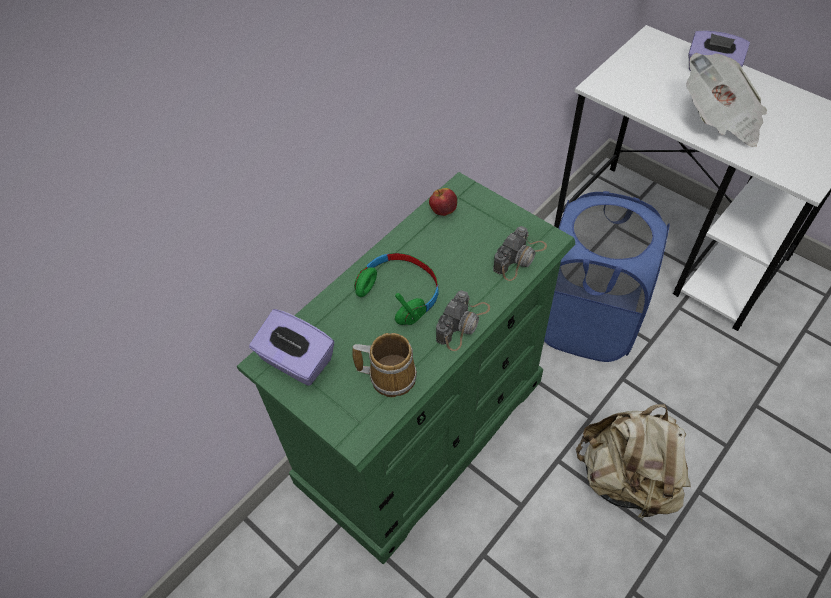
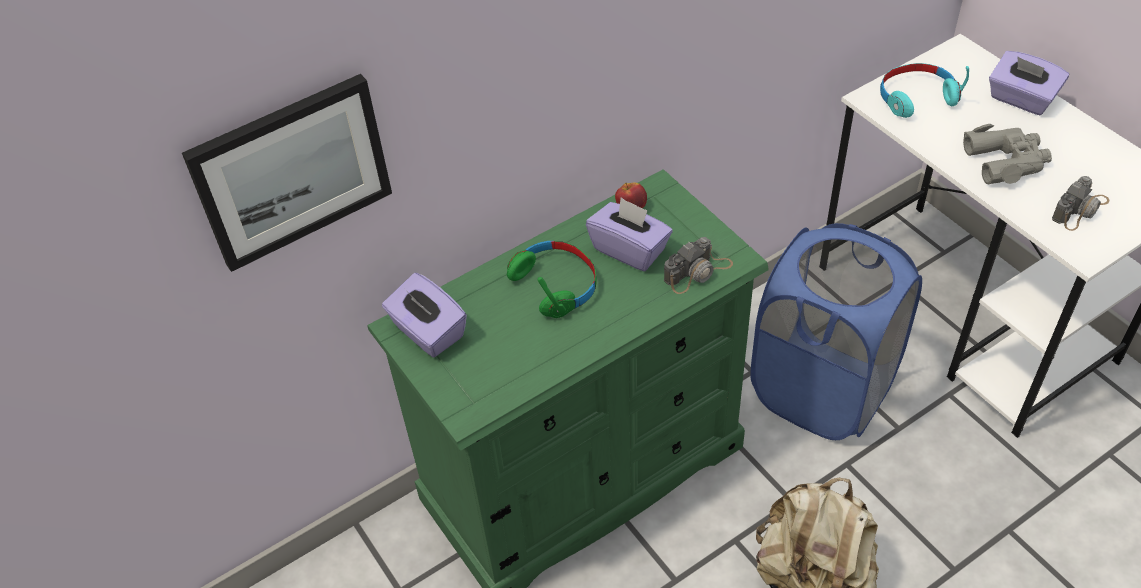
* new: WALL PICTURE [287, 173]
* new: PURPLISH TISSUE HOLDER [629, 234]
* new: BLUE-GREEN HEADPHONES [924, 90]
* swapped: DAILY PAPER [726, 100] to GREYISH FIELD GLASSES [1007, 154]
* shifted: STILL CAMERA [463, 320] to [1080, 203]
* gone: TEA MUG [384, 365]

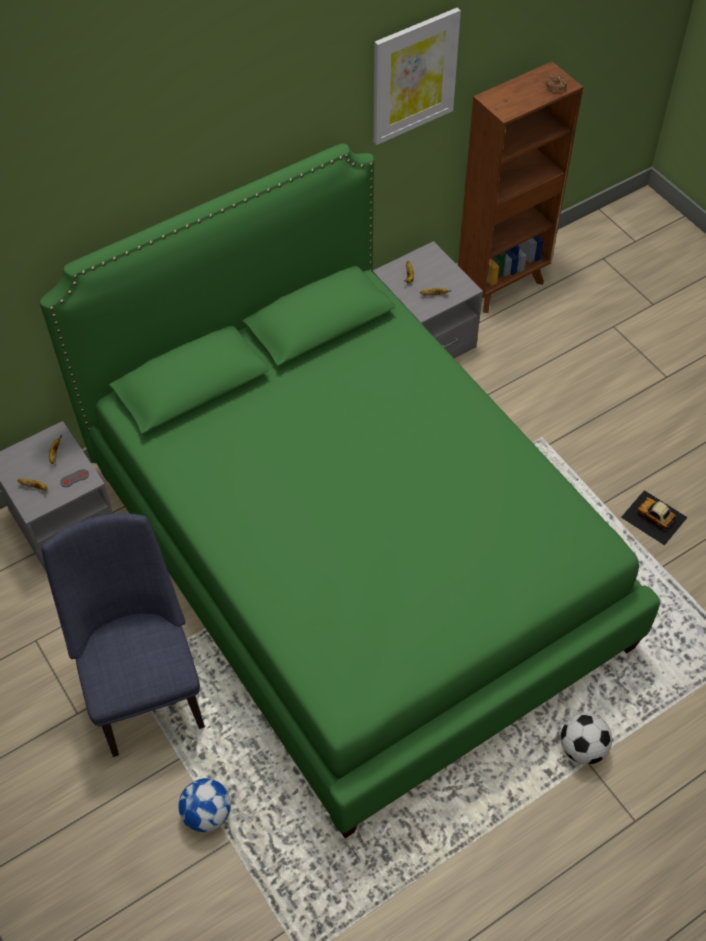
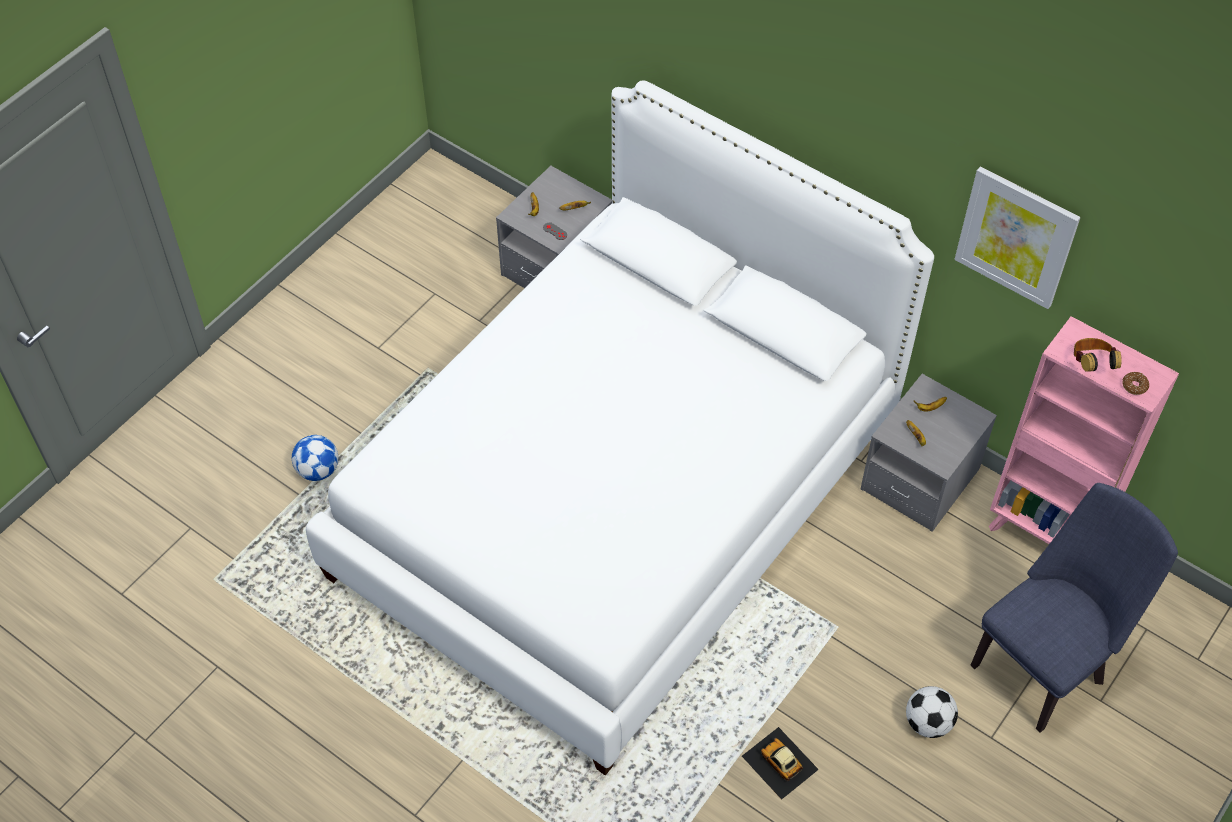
* repainted: GREENISH BED [350, 491] to WHITE BED [620, 428]
* rotated: MINIATURE CAR [654, 518] = [780, 763] 60 degrees counterclockwise
* shifted: BALL FOR FOOTBALL [586, 738] to [932, 712]
* shifted: BLUISH UPRIGHT CHAIR [123, 635] to [1074, 608]
* repainted: BROWNISH SHELVING UNIT [520, 187] to PINK SHELVING UNIT [1084, 430]
* new: HEADPHONES [1098, 355]

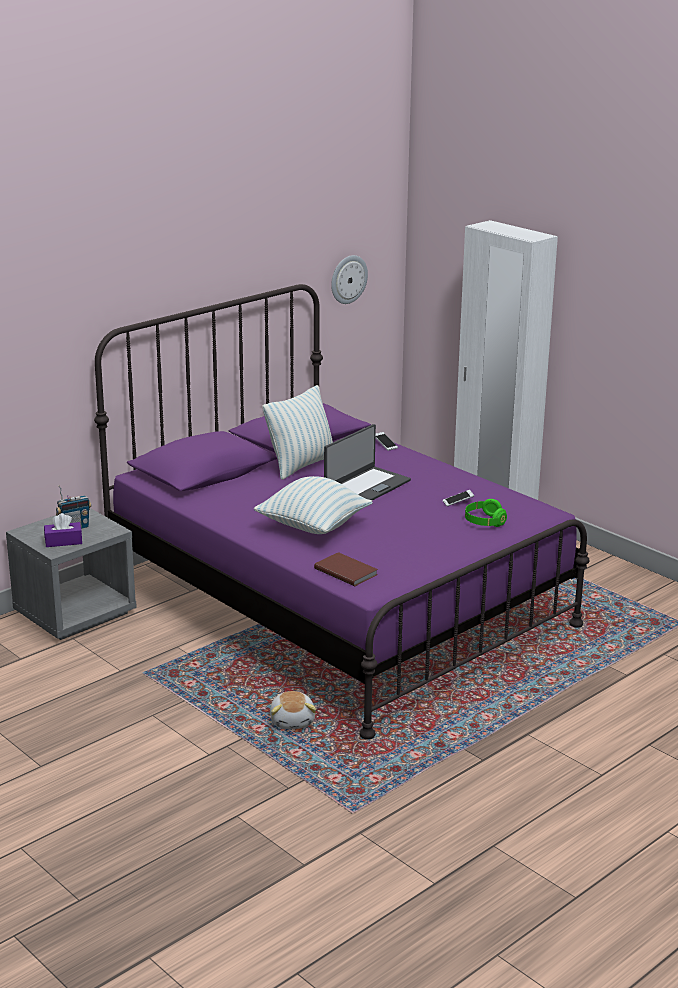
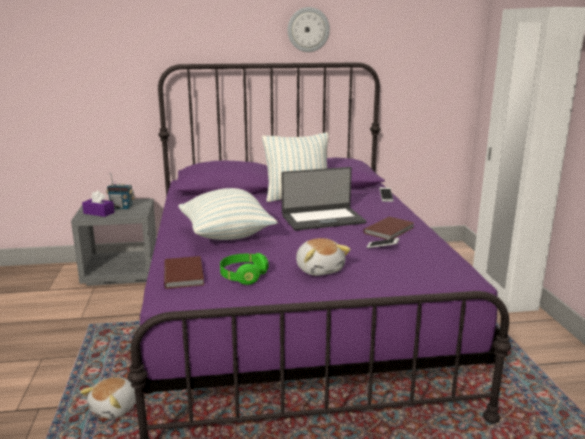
* shifted: GREENISH HEADPHONES [486, 513] to [244, 269]
* shifted: CLOCK ON THE WALL [349, 279] to [308, 29]
* new: SOFT TOY [323, 257]
* new: BROWNISH VOLUME [389, 228]

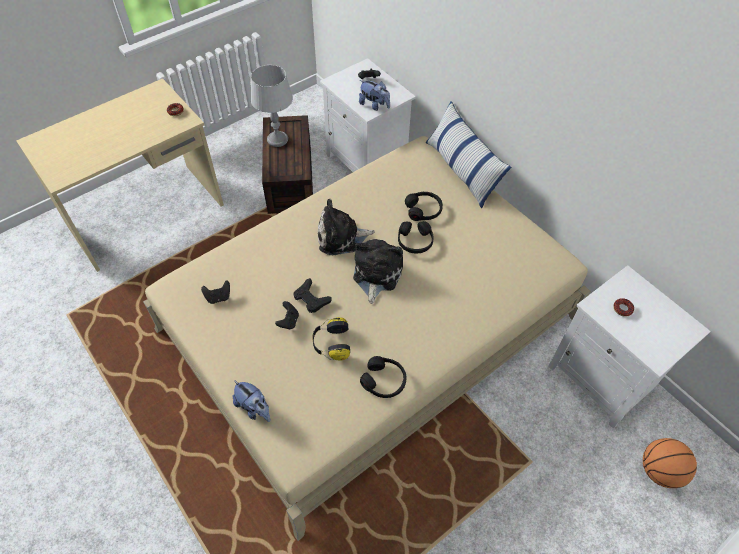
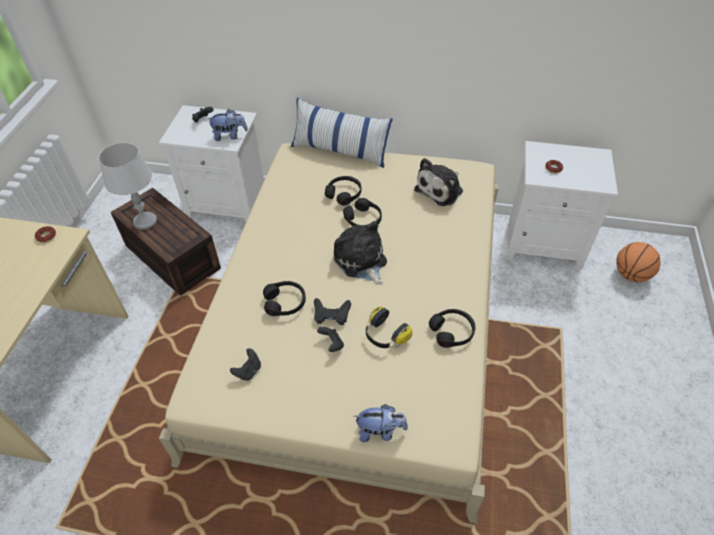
* new: BLACK-COLOURED HEADPHONES [284, 298]
* shifted: SOFT TOY [346, 227] to [438, 182]

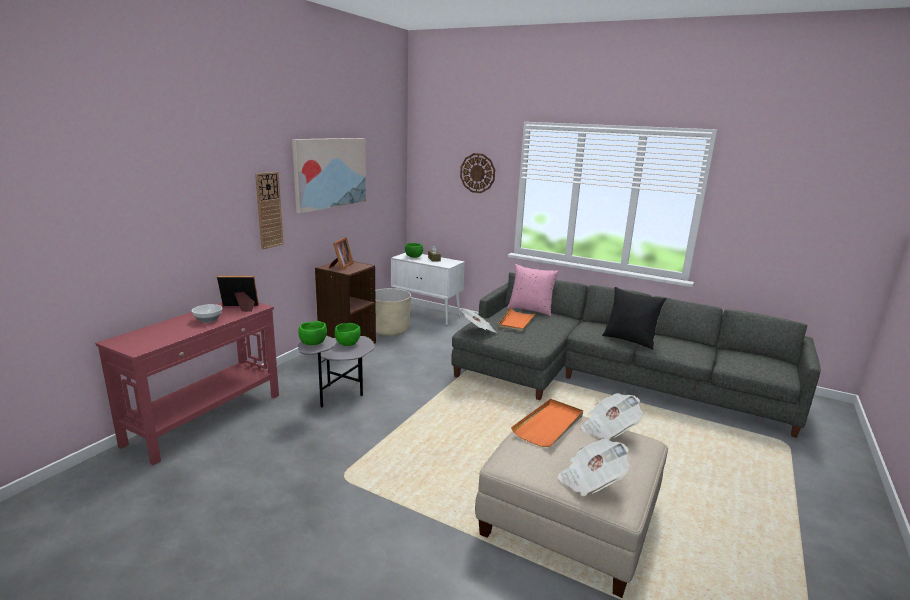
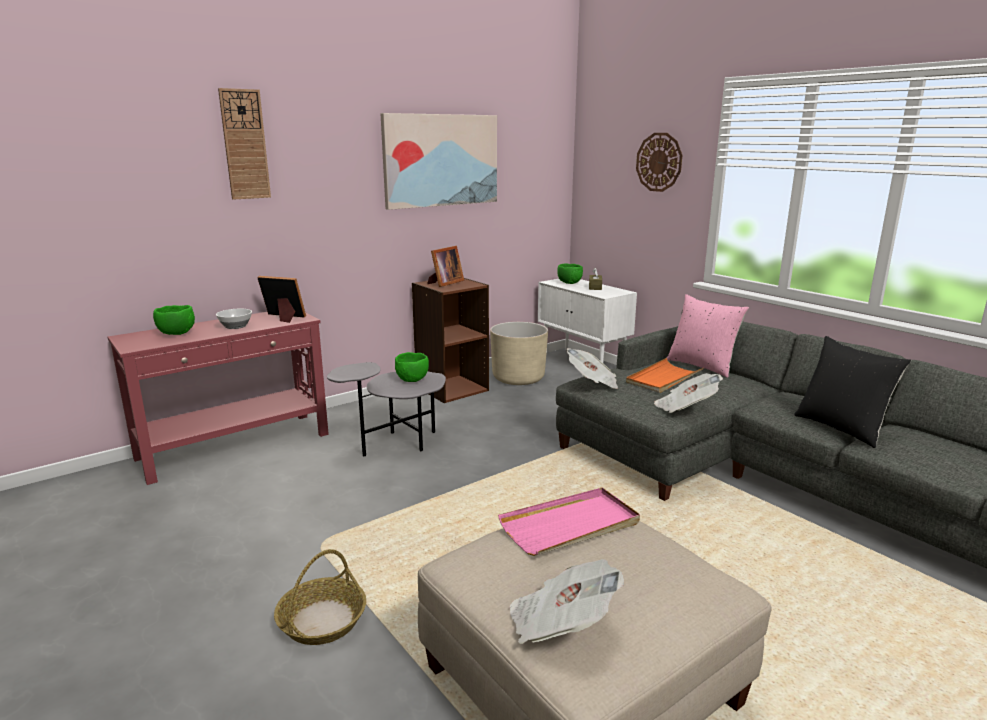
* shifted: GREENISH SERVING BOWL [312, 333] to [174, 320]
* shifted: CLOCK ON THE WALL [269, 210] to [244, 144]
* new: STORAGE BASKET [320, 597]
* repainted: ORANGE CARRYING TRAY [547, 423] to PINK CARRYING TRAY [569, 522]
* shifted: DAILY PAPER [612, 416] to [688, 393]

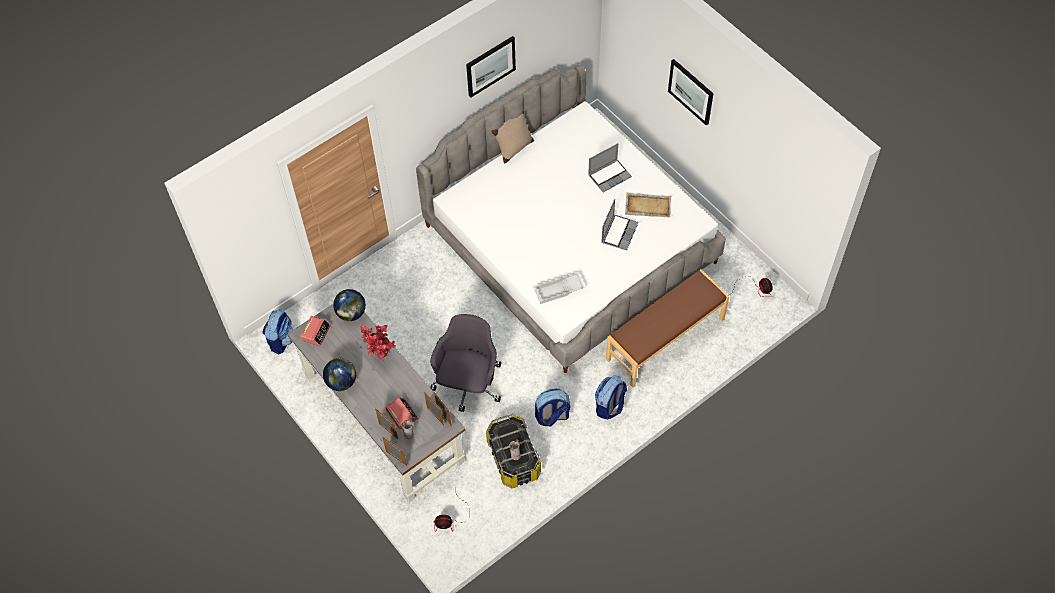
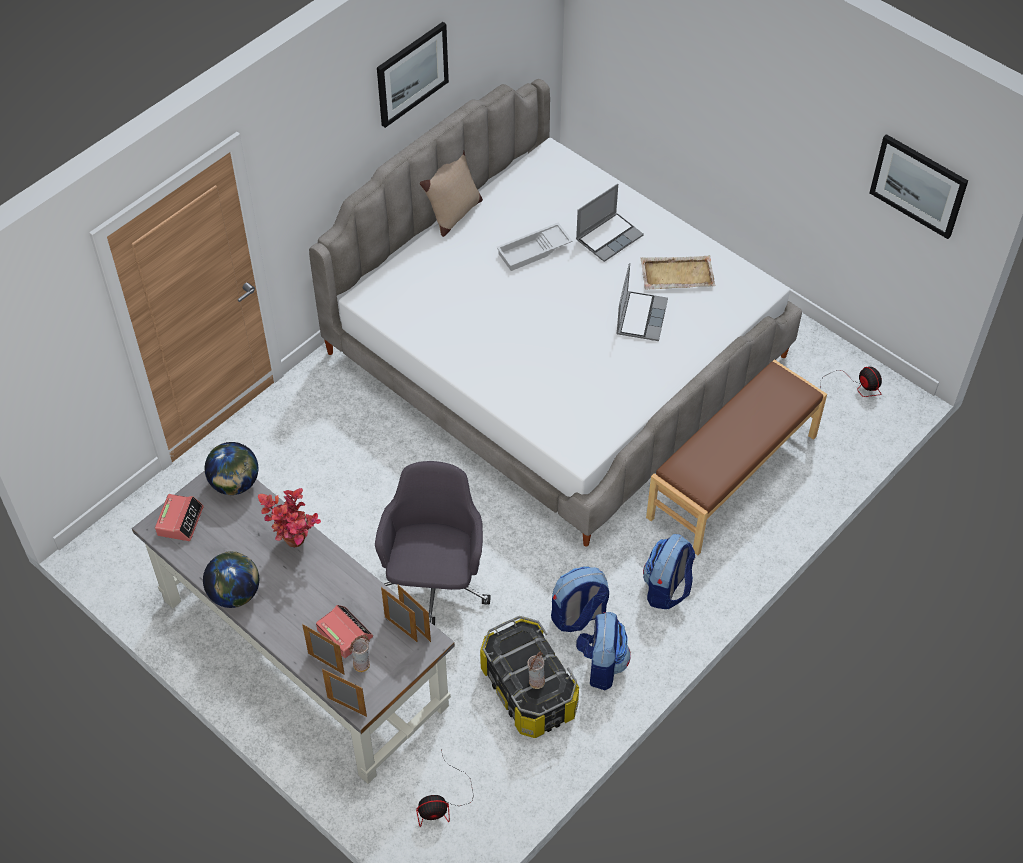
* shifted: WHITE CARRYING TRAY [559, 288] to [534, 247]
* shifted: BACKPACK [278, 332] to [603, 651]
* shifted: WALL PICTURE [691, 92] to [919, 186]

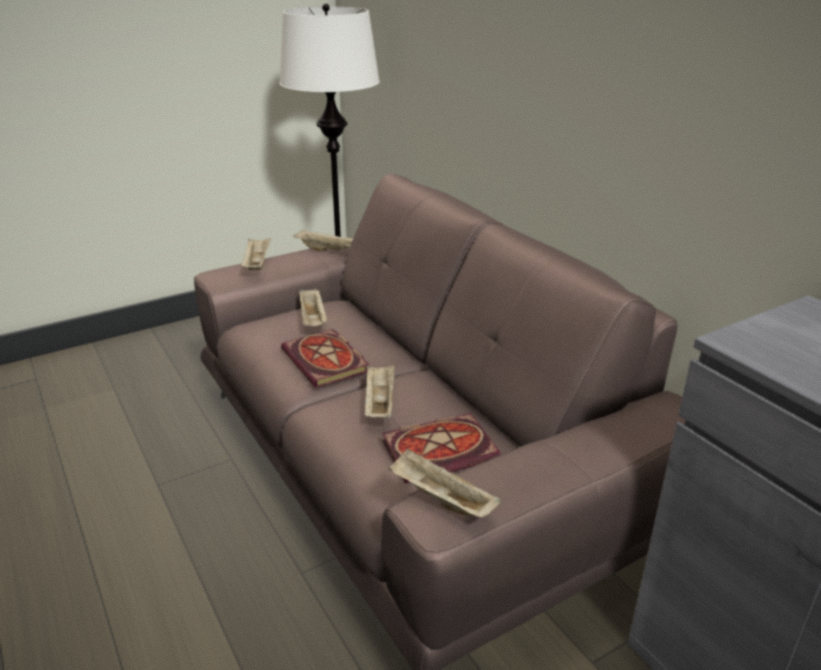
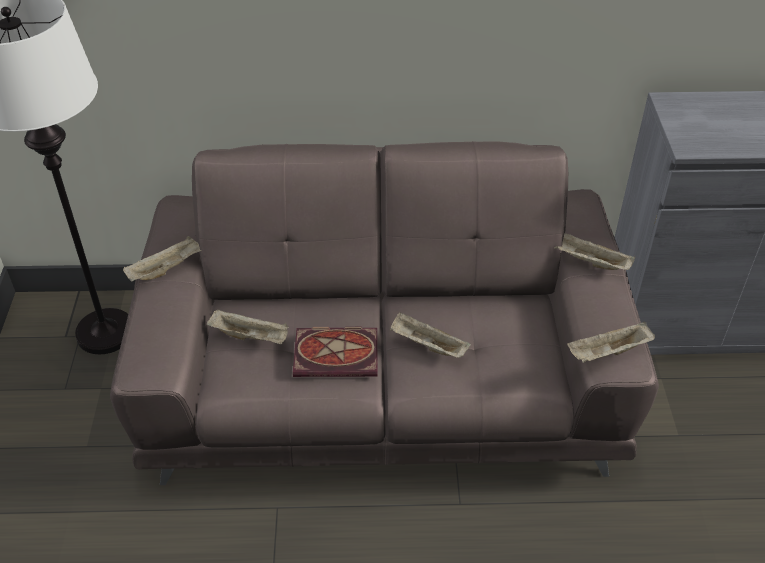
* shifted: BEIGE-COLOURED CARRYING TRAY [256, 254] to [594, 251]
* gone: VOLUME [441, 448]

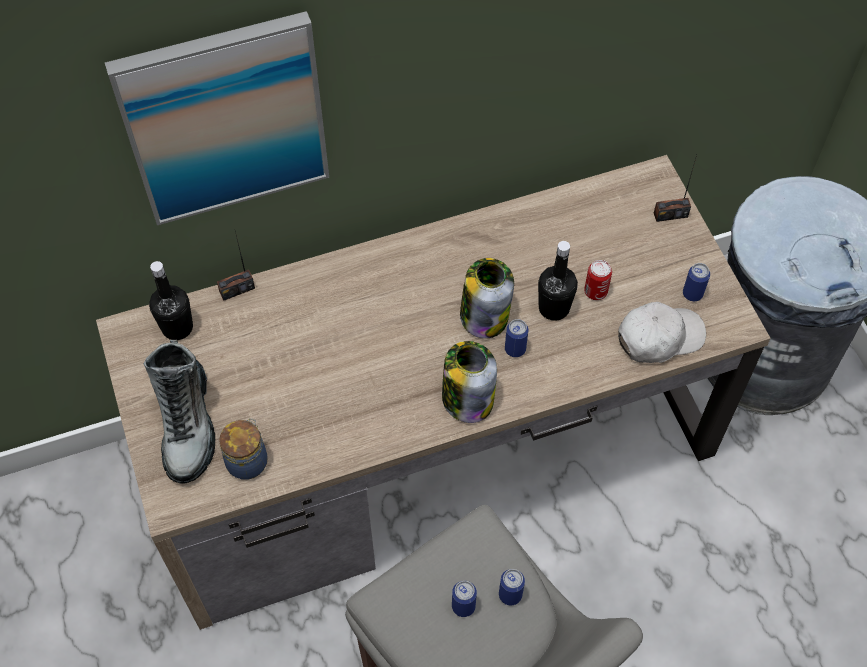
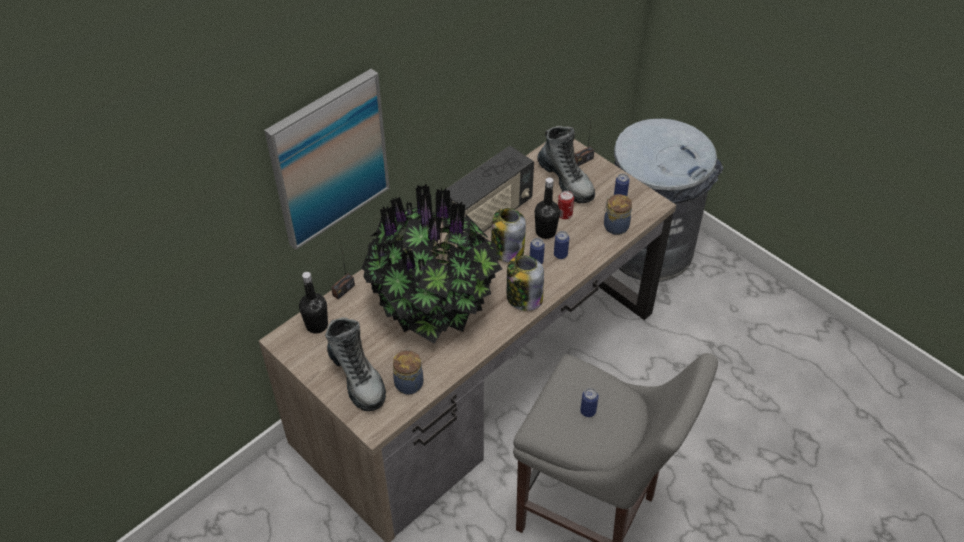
* new: POTTED PLANT [431, 263]
* new: RADIO SET [489, 190]
* new: TALL BOOT [566, 164]
* shifted: METAL CAN [512, 587] to [561, 245]
* swapped: WHITE BASEBALL CAP [662, 332] to PRESERVE JAR [618, 214]

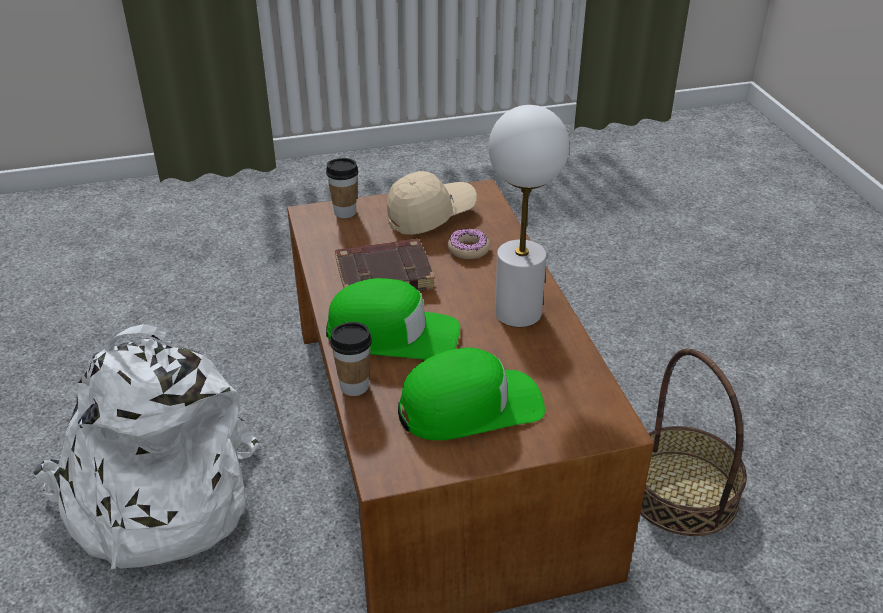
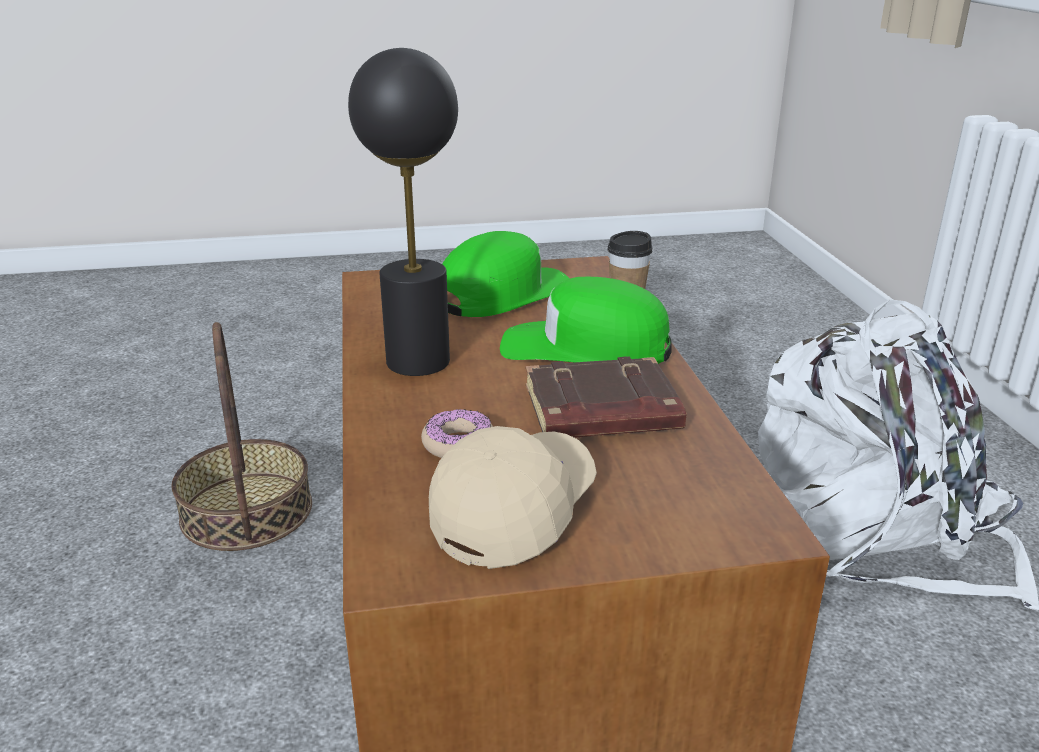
* repainted: WHITE TABLETOP LAMP [528, 216] to BLACK-COLOURED TABLETOP LAMP [403, 212]
* rotated: BEIGE-COLOURED BASEBALL CAP [432, 203] = [513, 497] 150 degrees clockwise
* rotated: GREENISH BASEBALL CAP [471, 393] = [506, 274] 150 degrees clockwise
* gone: SMALL CUP [342, 188]

